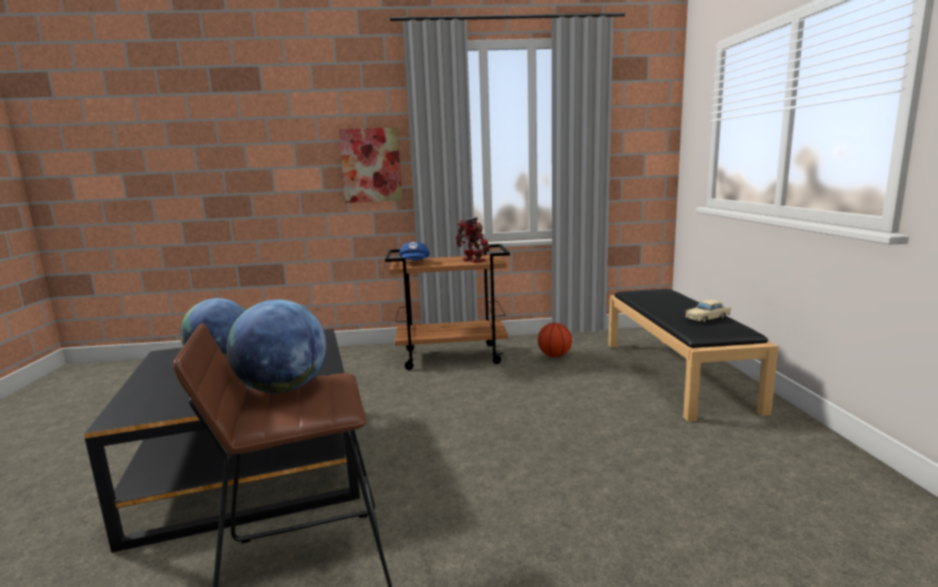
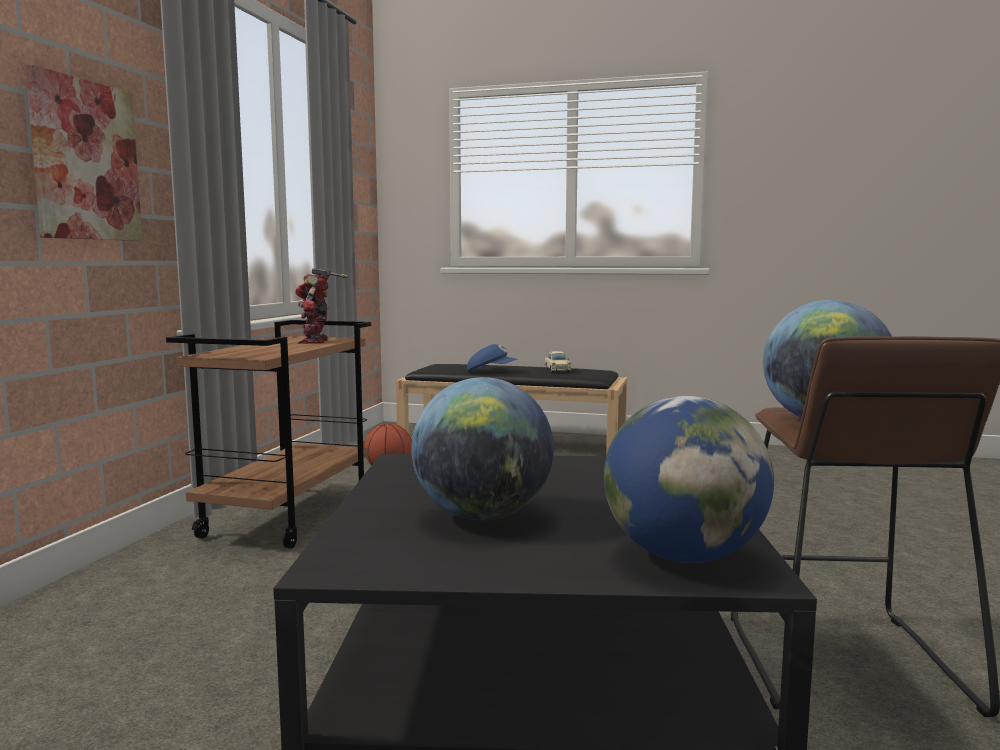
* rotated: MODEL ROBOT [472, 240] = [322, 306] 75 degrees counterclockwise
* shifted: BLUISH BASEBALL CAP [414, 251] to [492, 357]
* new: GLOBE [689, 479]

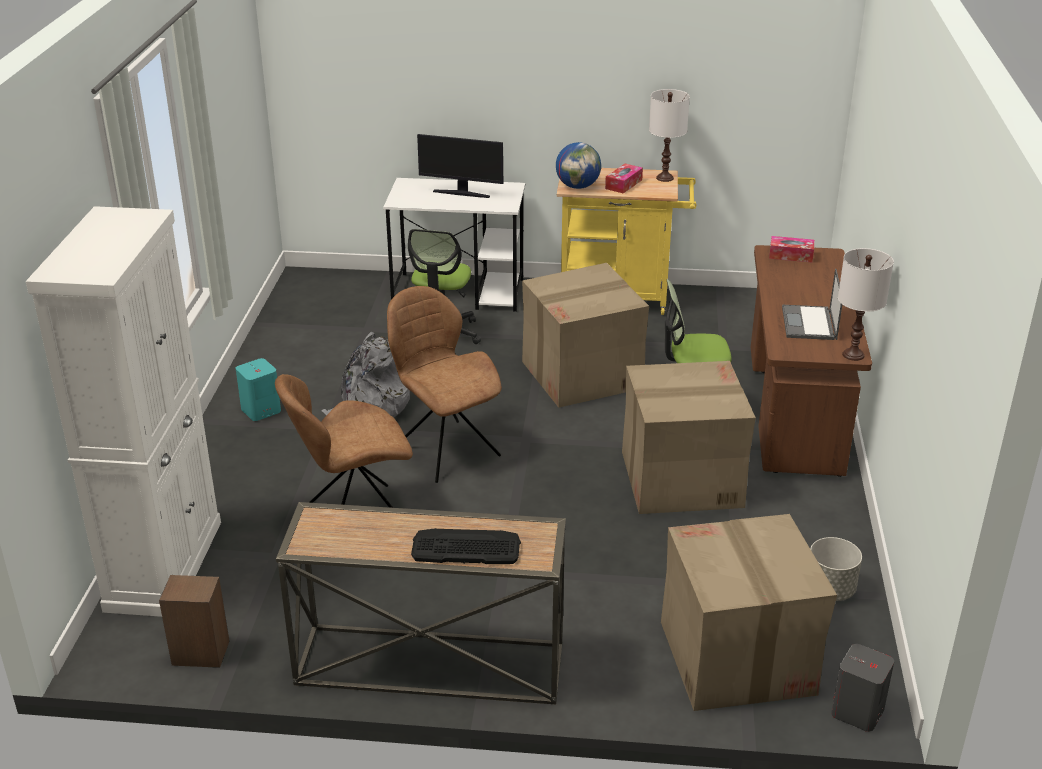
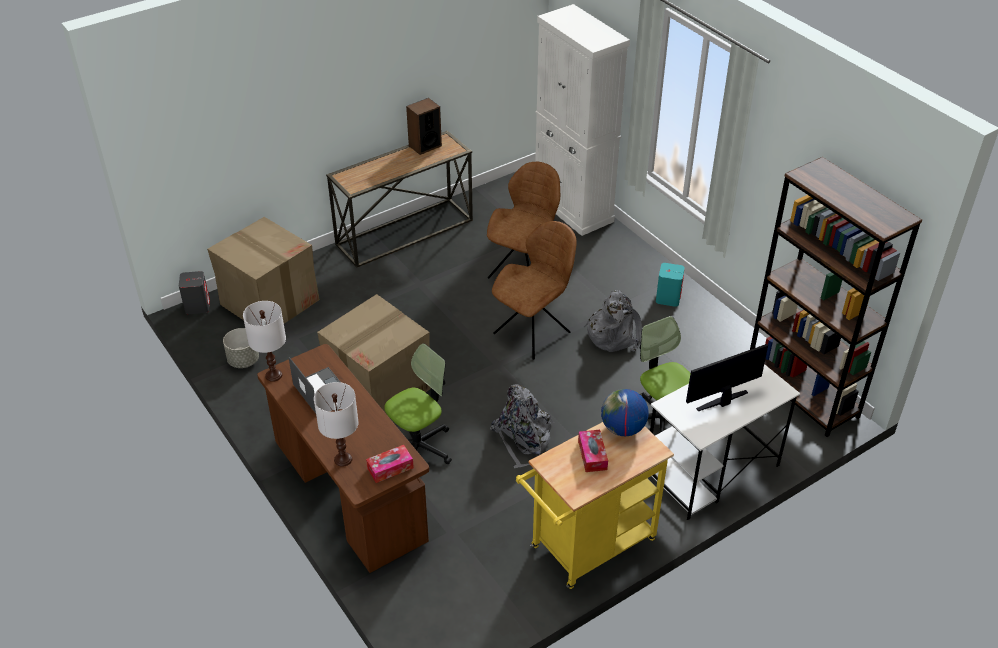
* shifted: WHITE TABLETOP LAMP [669, 135] to [336, 424]
* shifted: SPEAKER [194, 621] to [424, 126]
* swapped: CARTON [585, 335] to GREYISH BACKPACK [522, 426]
* rotated: BROWNISH UPRIGHT CHAIR [444, 384] = [534, 290] 60 degrees counterclockwise
* new: BROWNISH SHELVING UNIT [836, 297]
* gone: KEYBOARD [466, 546]

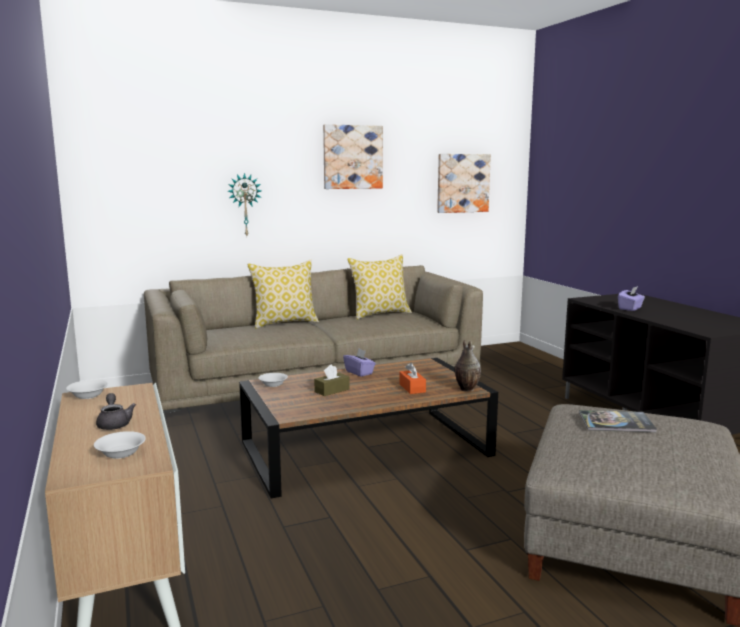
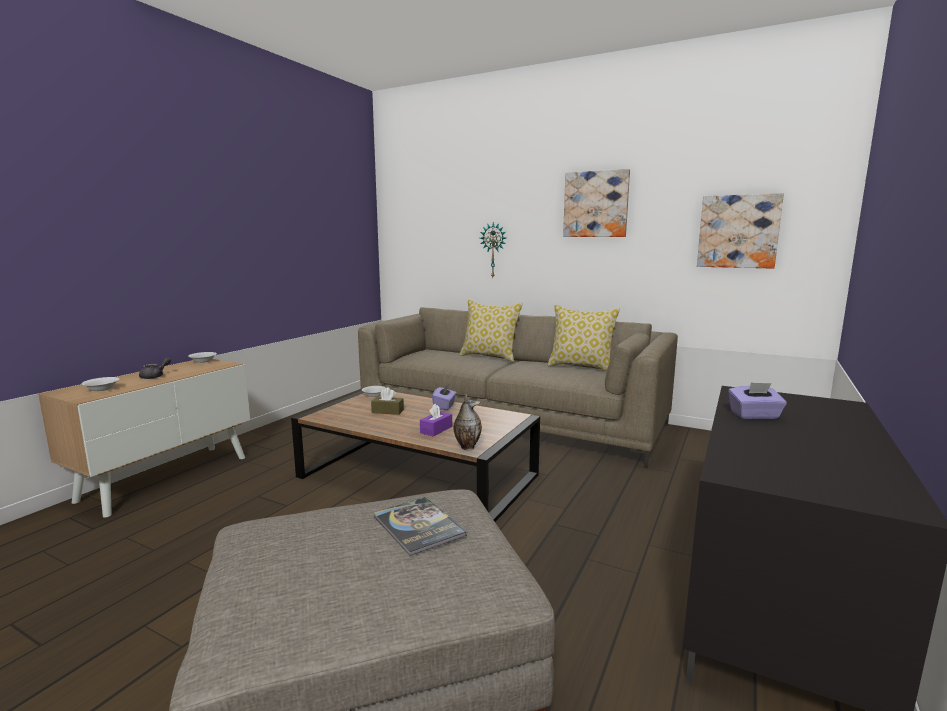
* repainted: ORANGE TISSUE HOLDER [412, 378] to PURPLISH TISSUE HOLDER [436, 420]

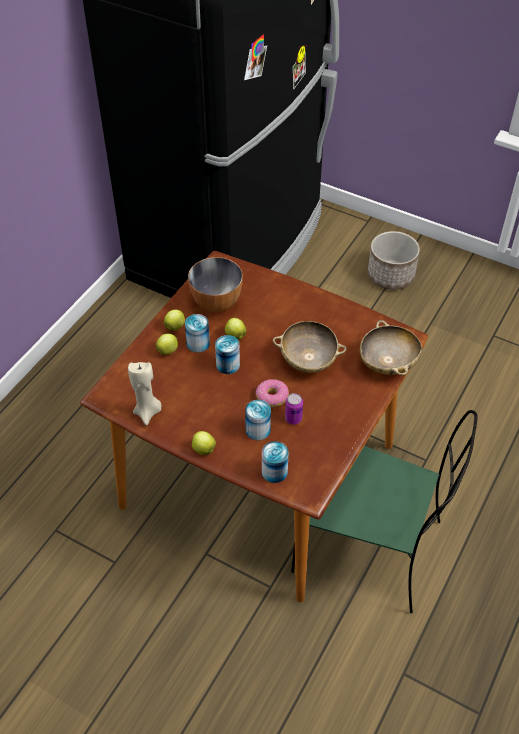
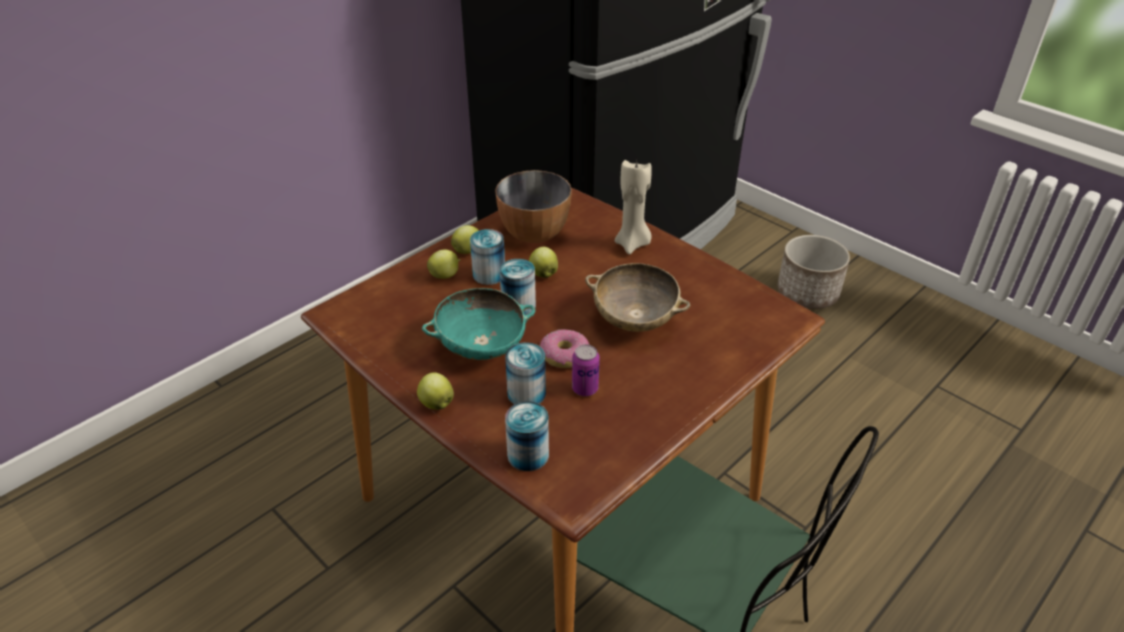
* new: BLUE-GREEN SERVING BOWL [479, 324]
* shifted: BEIGE-COLOURED WAX CANDLE [144, 393] to [633, 207]
* gone: BEIGE-COLOURED SERVING BOWL [391, 348]

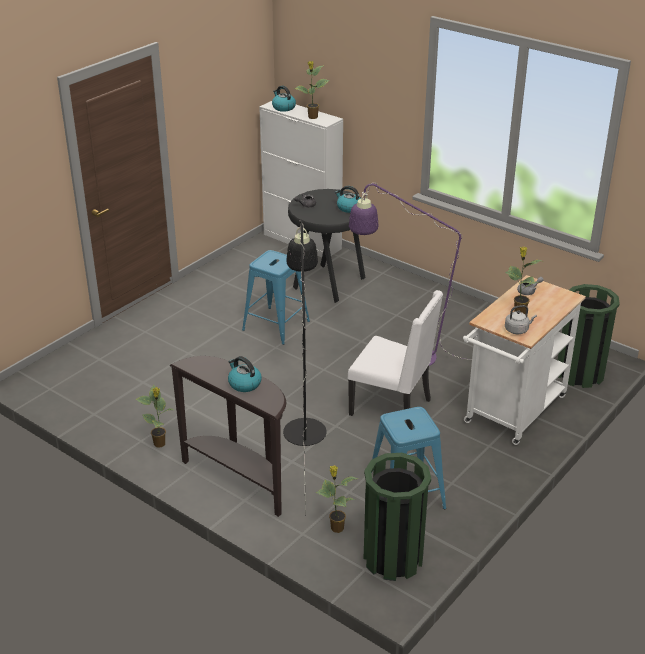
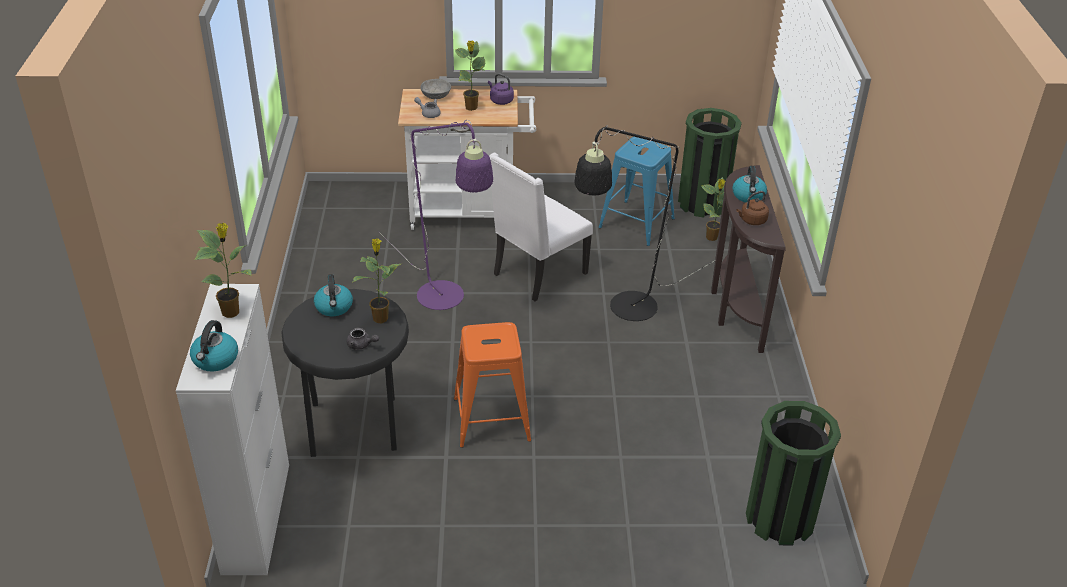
* shifted: POTTED PLANT [154, 416] to [377, 280]
* new: GREYISH SERVING BOWL [436, 89]
* repainted: BLUISH STOOL SEAT [276, 297] to ORANGE STOOL SEAT [492, 385]
* repainted: GREYISH KETTLE [521, 319] to PURPLISH KETTLE [501, 89]
* rotated: WHITE UPRIGHT CHAIR [395, 360] = [541, 227] 120 degrees counterclockwise
* new: BROWNISH KETTLE [752, 208]
* shifted: GREENISH RUBBISH BIN [589, 336] to [793, 473]

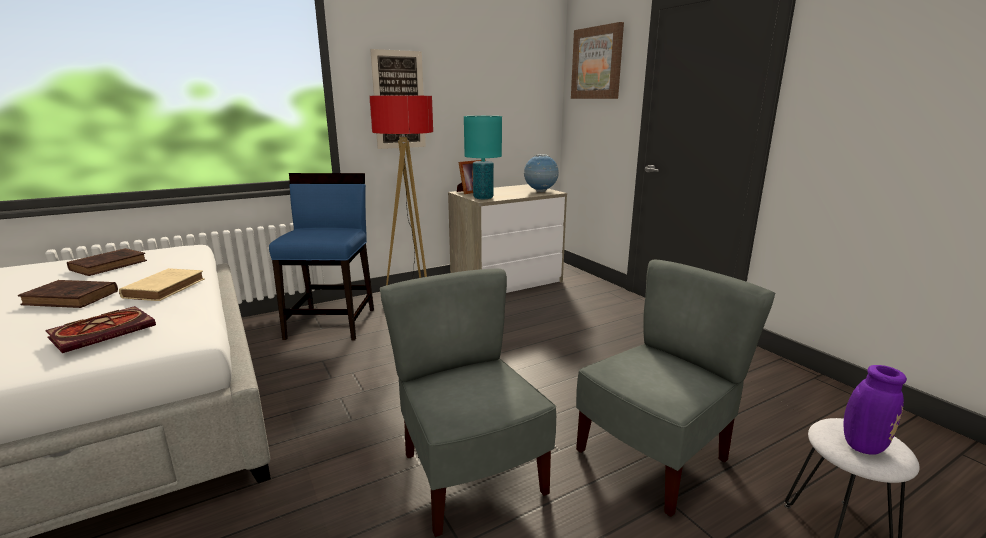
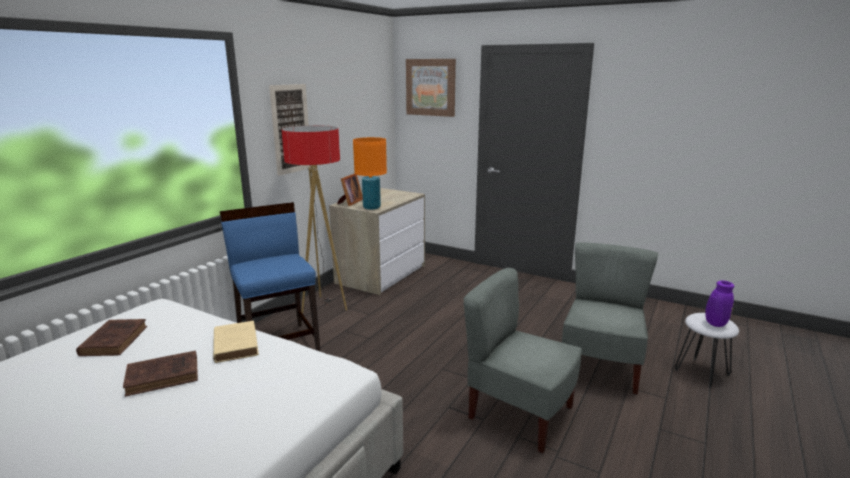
* repainted: BLUE-GREEN TABLETOP LAMP [483, 157] to ORANGE TABLETOP LAMP [370, 173]
* gone: VOLUME [100, 329]
* gone: GLOBE [541, 173]

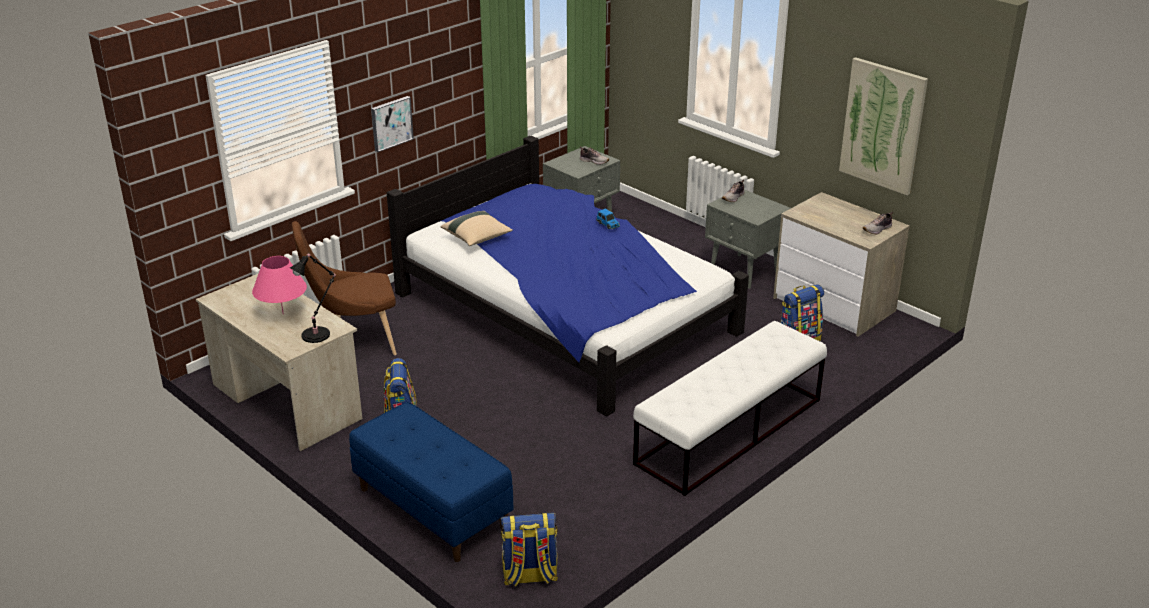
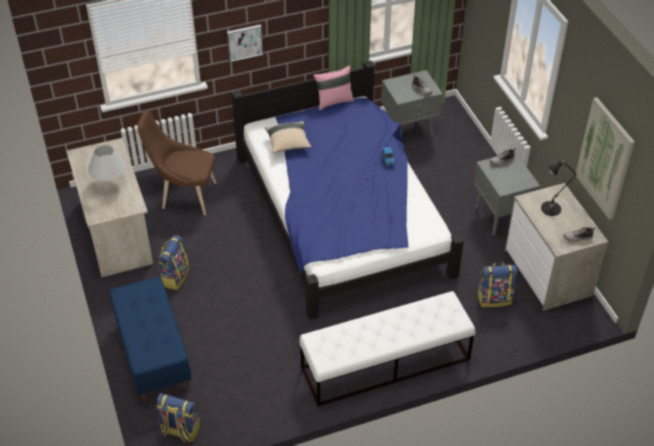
* repainted: PINK TABLETOP LAMP [279, 285] to WHITE TABLETOP LAMP [107, 164]
* new: PINK CUSHION [333, 87]
* shifted: BLACK-COLOURED TABLETOP LAMP [313, 298] to [559, 188]

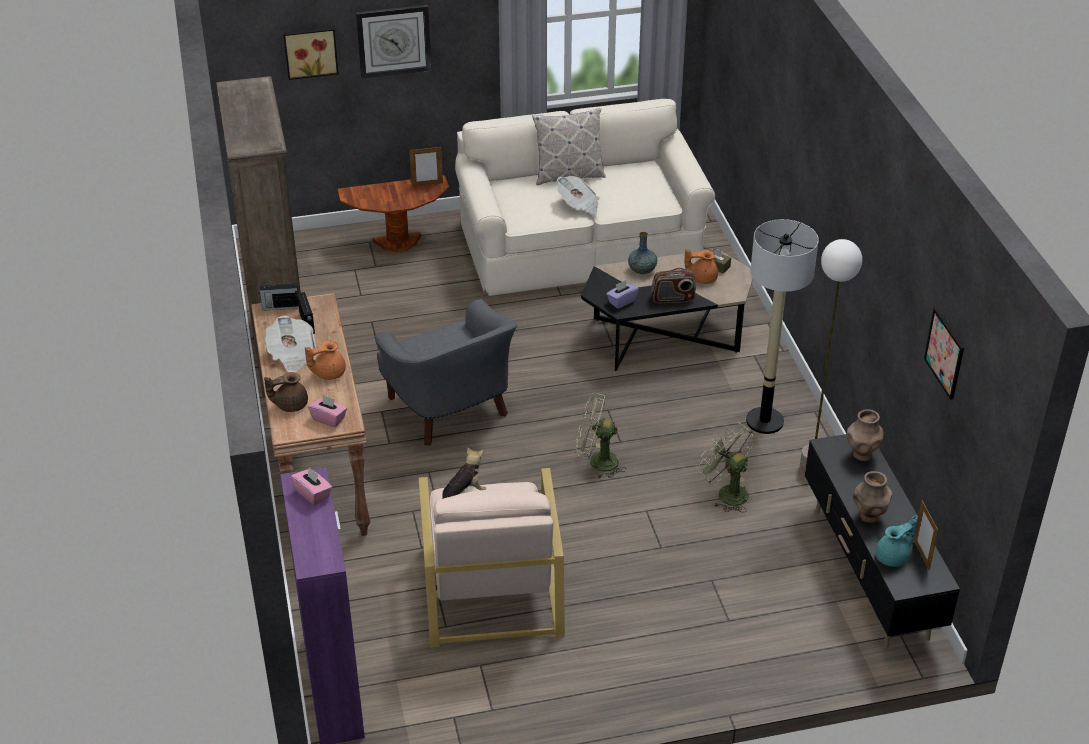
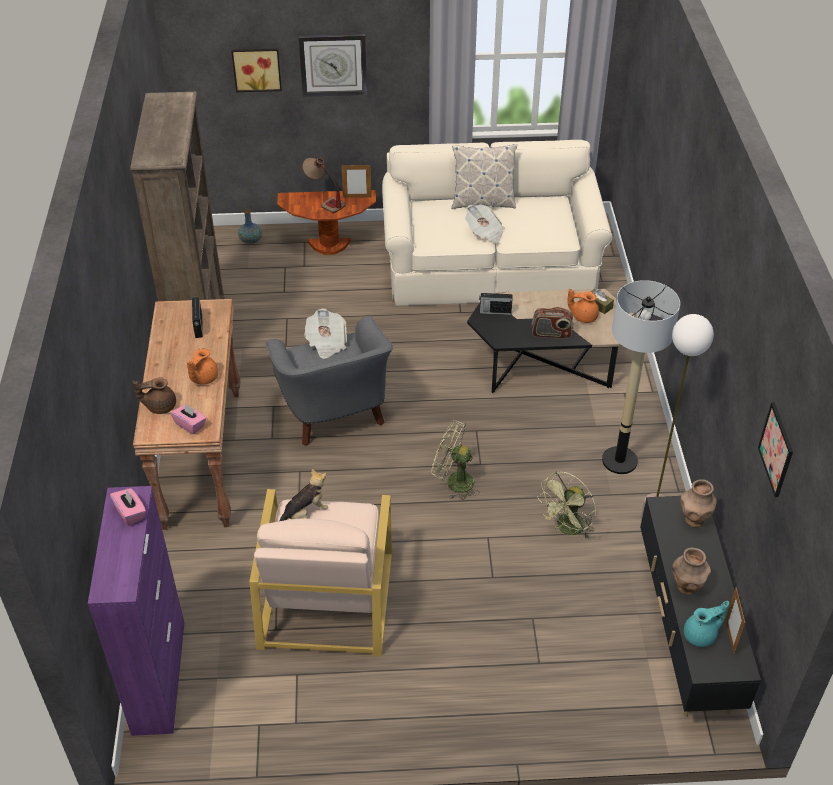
* rotated: ORANGE TEA POT [325, 360] = [202, 366] 45 degrees counterclockwise
* shifted: FLOWER VASE [642, 253] to [250, 226]
* new: TABLETOP LAMP [324, 185]
* shifted: DAILY PAPER [291, 343] to [325, 333]
* shifted: RADIO SET [278, 295] to [496, 303]
* rotated: GREENISH FAN [726, 467] = [567, 505] 105 degrees counterclockwise
* gone: PURPLISH TISSUE HOLDER [622, 294]

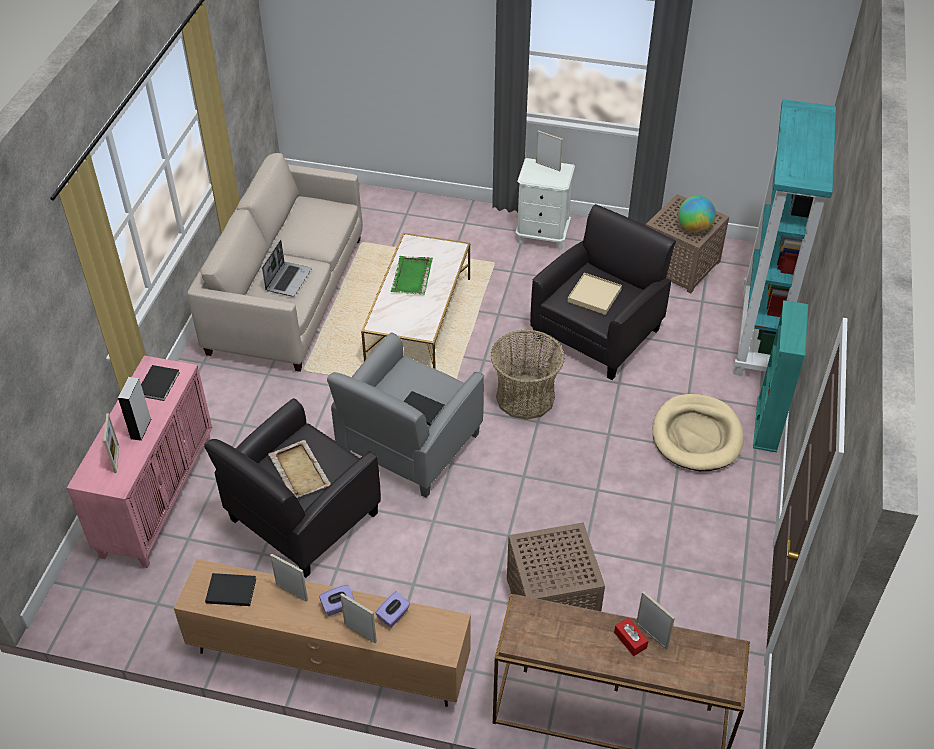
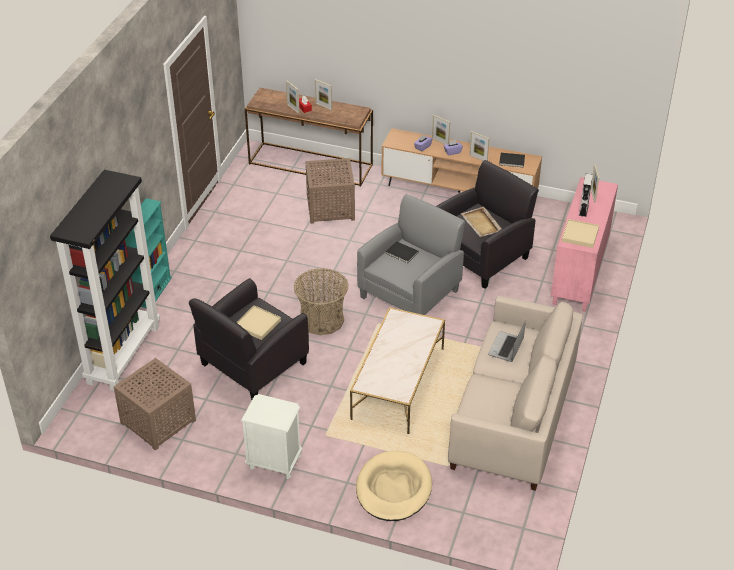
* repainted: BLUE-GREEN SHELVING UNIT [785, 237] to BLACK-COLOURED SHELVING UNIT [105, 280]
* shifted: PHOTO FRAME [549, 150] to [323, 94]
* shifted: BEIGE-COLOURED PET BED [698, 432] to [394, 486]
* swapped: BLACK-COLOURED VOLUME [160, 383] to BEIGE-COLOURED CARRYING TRAY [580, 233]
* gone: GREENISH CARRYING TRAY [412, 275]
* gone: GLOBE [697, 214]

